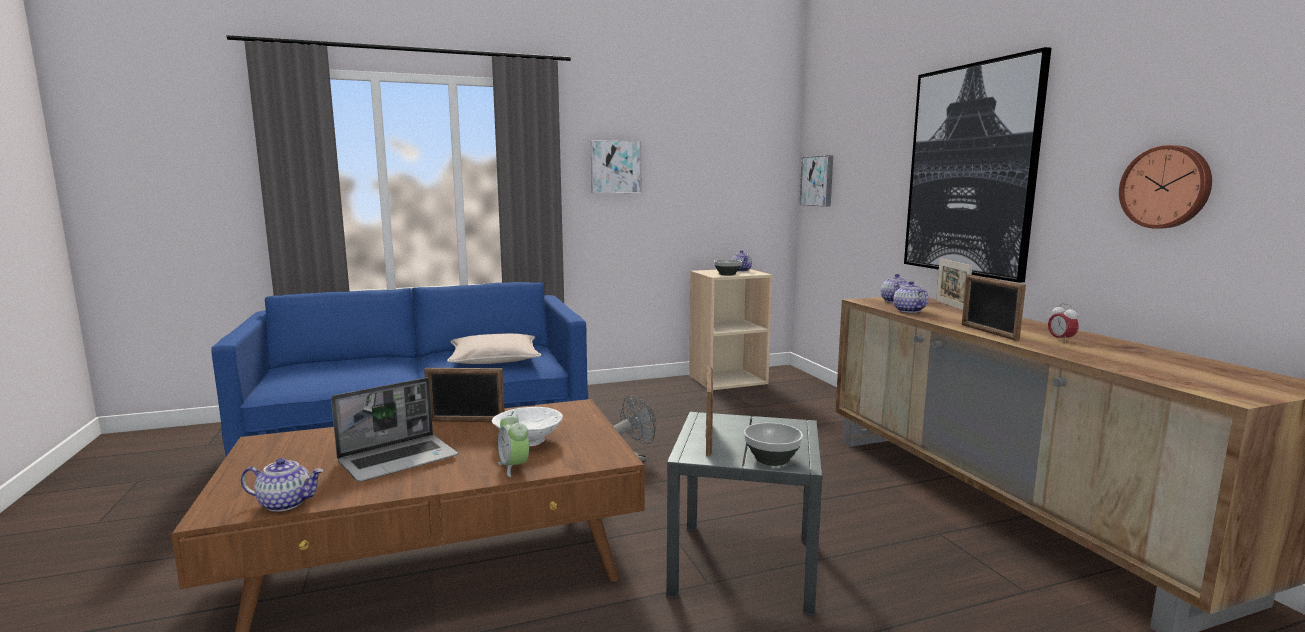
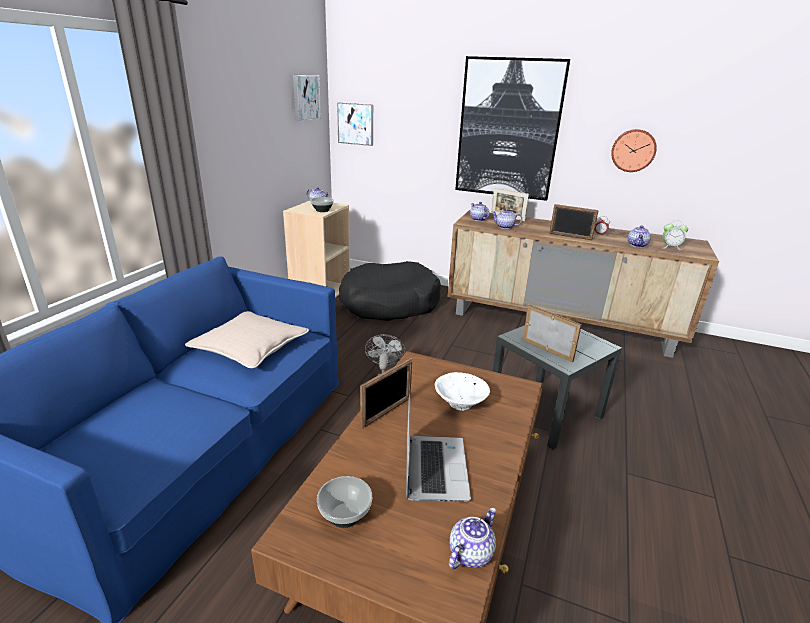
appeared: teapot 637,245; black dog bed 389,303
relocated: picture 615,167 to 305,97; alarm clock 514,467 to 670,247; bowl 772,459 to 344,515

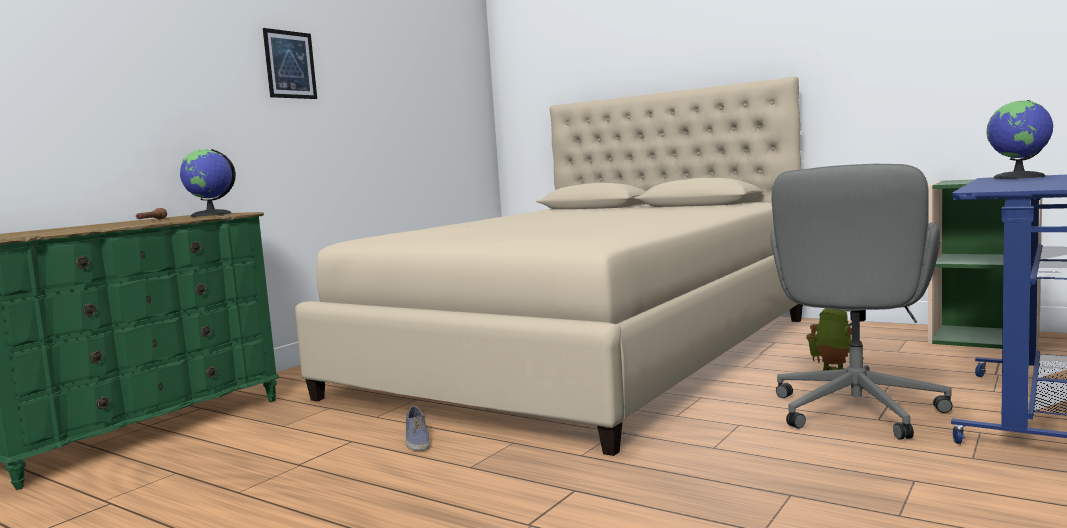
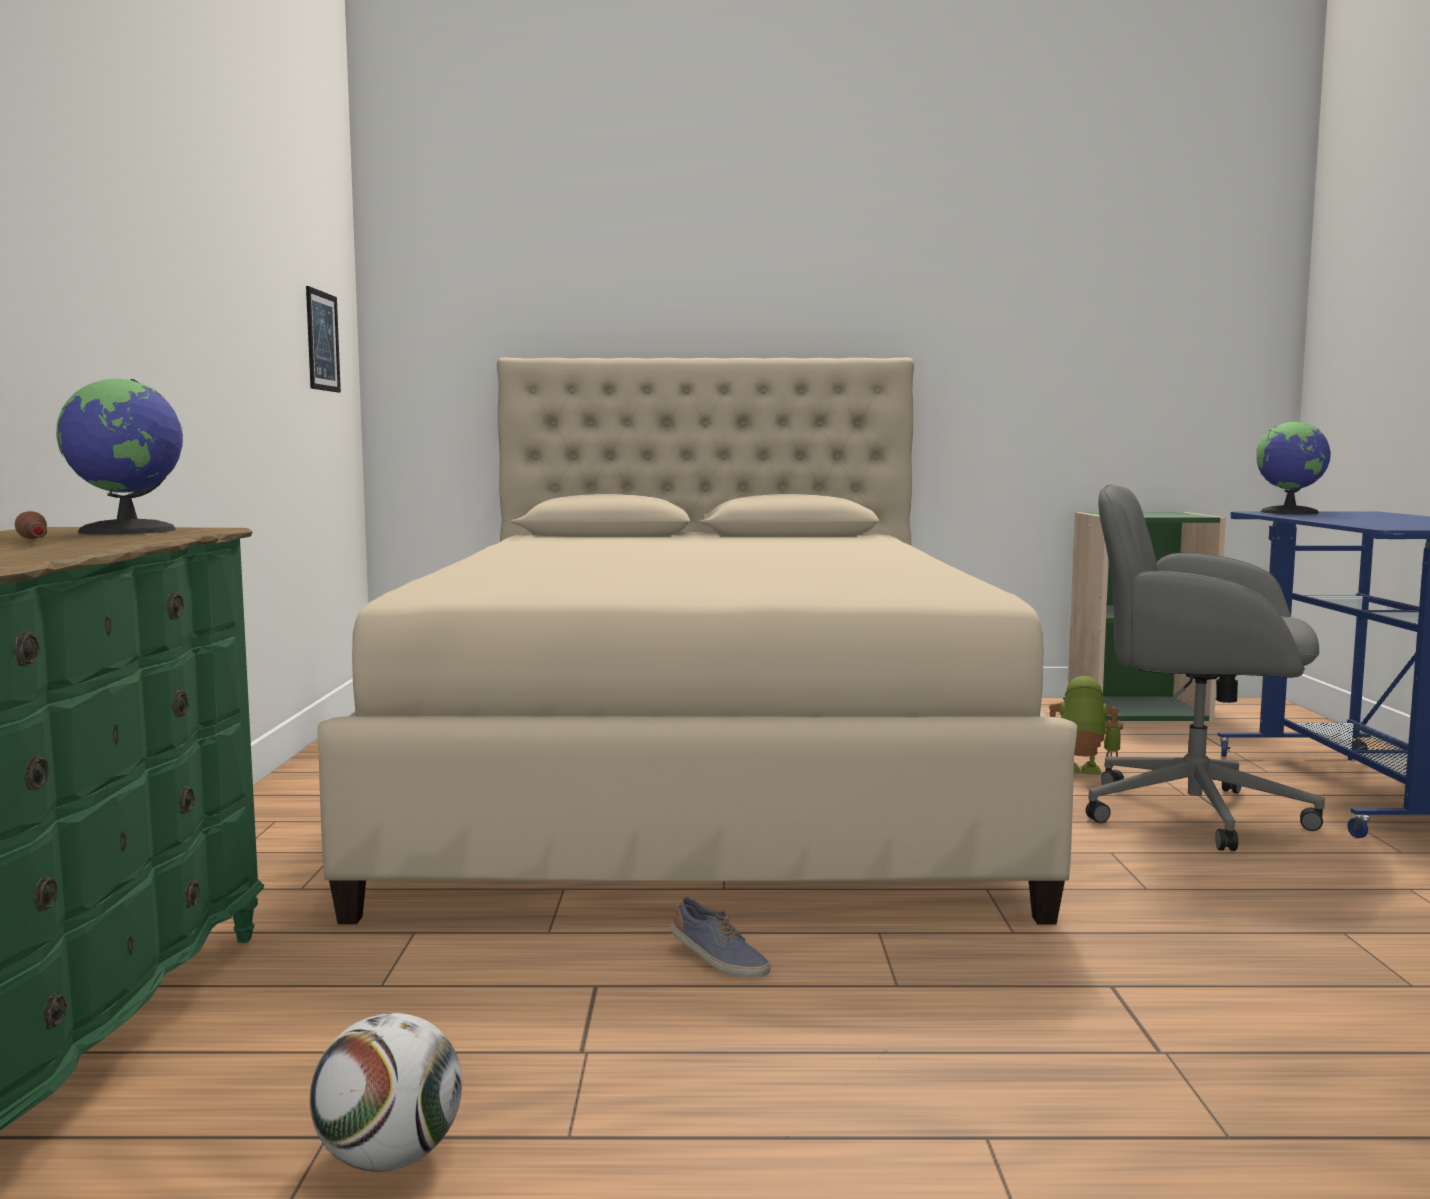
appeared: football 390,1157
relocated: picture 290,64 to 322,341
spun: grey office chair 856,411 = 1194,814 120 degrees clockwise

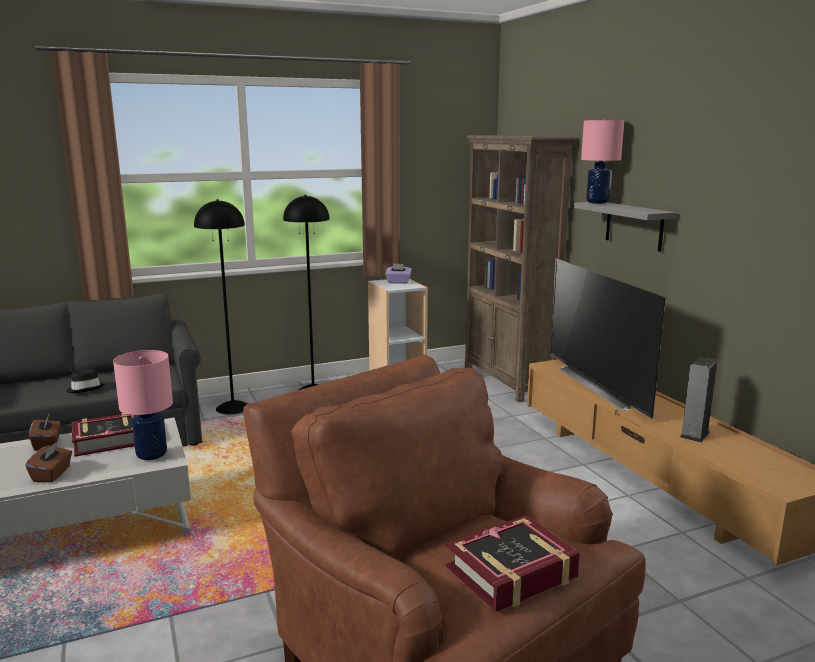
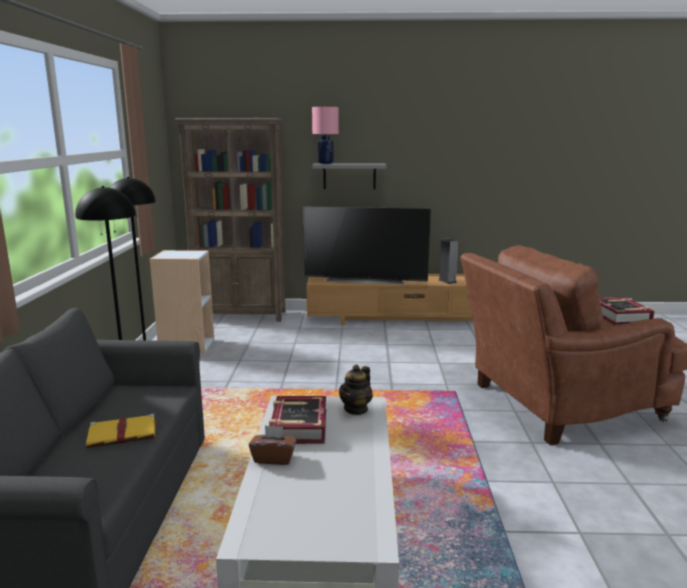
missing: purple tissue box 398,282; brown tissue box 52,474
exchanged: pink table lamp 152,456 to teapot 356,409; black hat 85,388 to yellow book 124,433

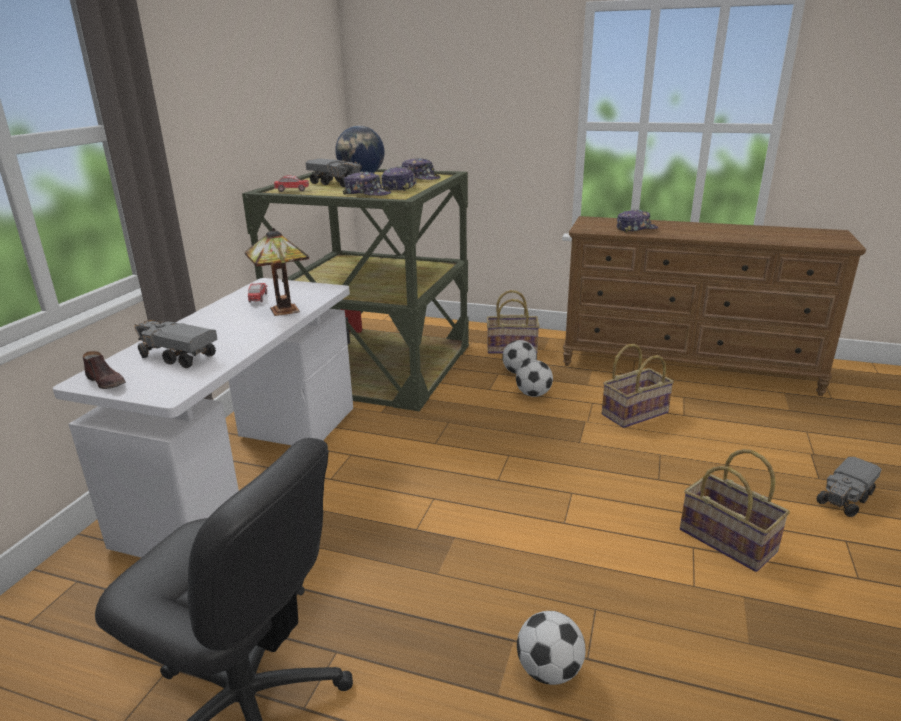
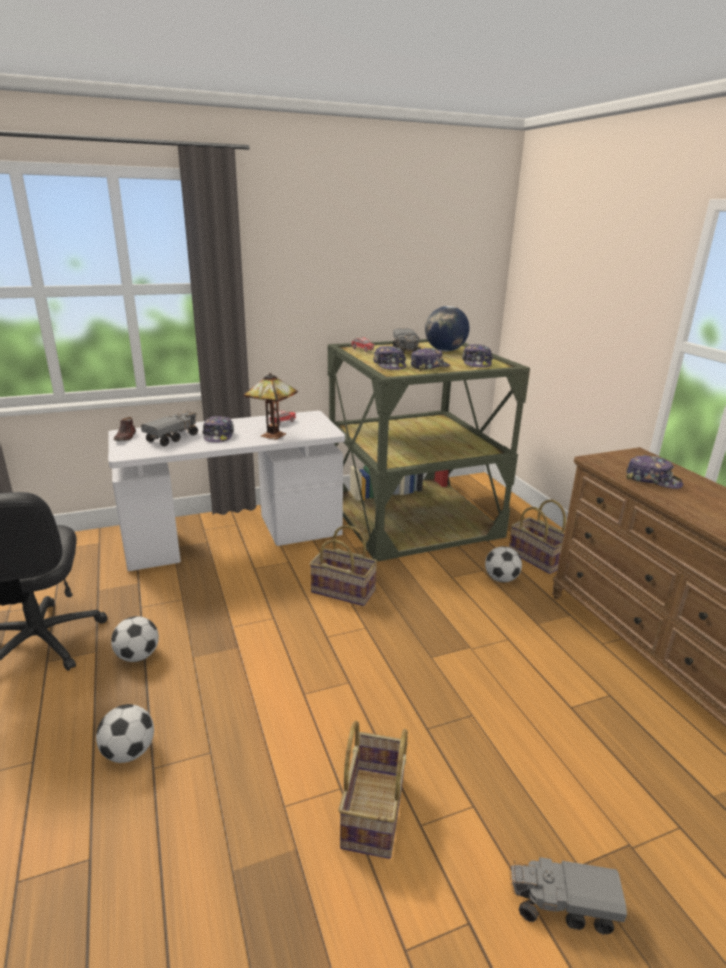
appeared: cap 219,436
relocated: basket 634,413 to 344,590; football 533,394 to 138,656
spun: toy truck 177,356 = 172,438 45 degrees clockwise

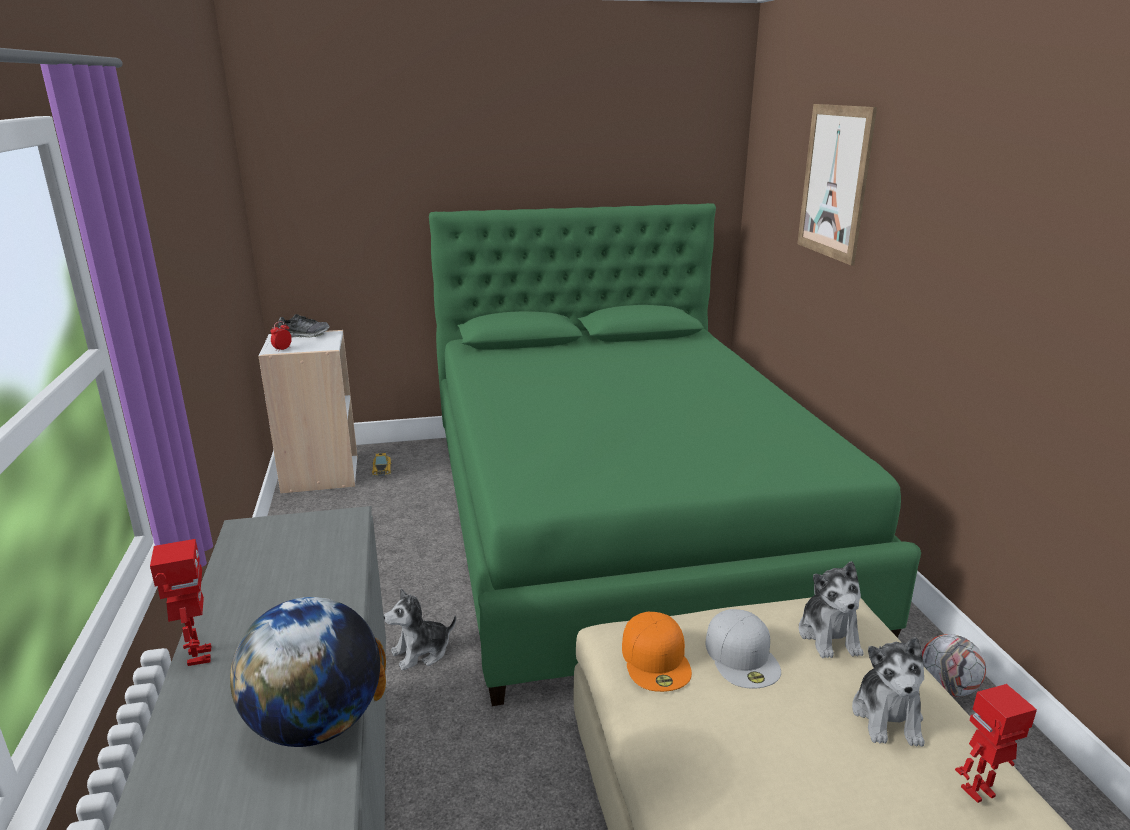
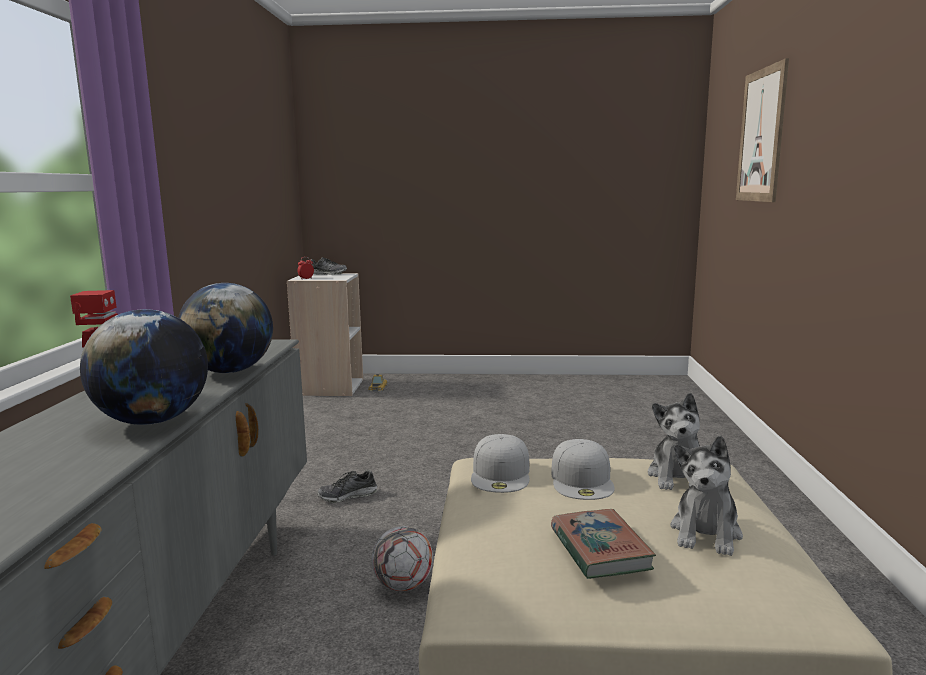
missing: green bed 622,521; toy robot 979,793
appeared: globe 230,371; book 599,549
relocated: football 947,688 to 403,585
exchanged: plush toy 421,652 to shoe 348,496
colour: orange cap 656,659 to white cap 501,474

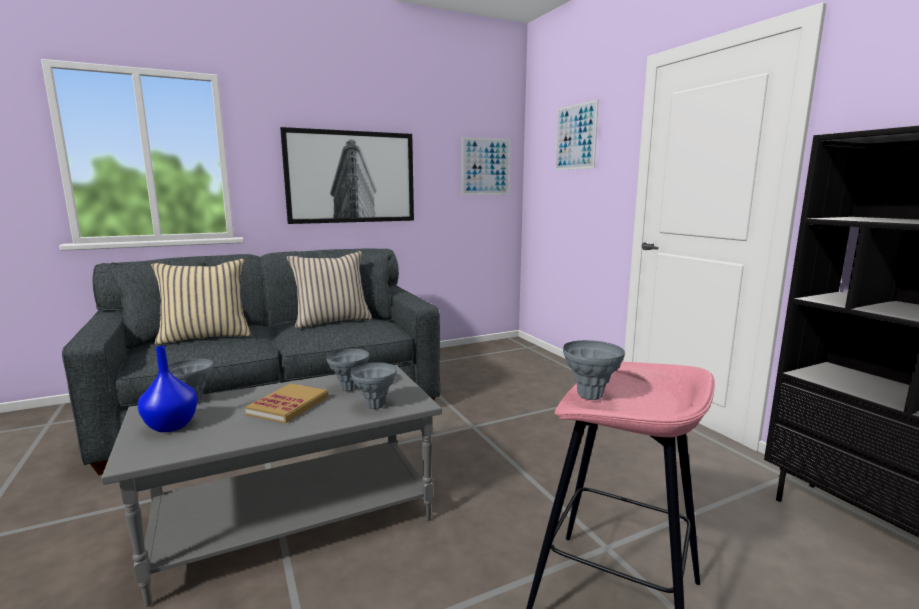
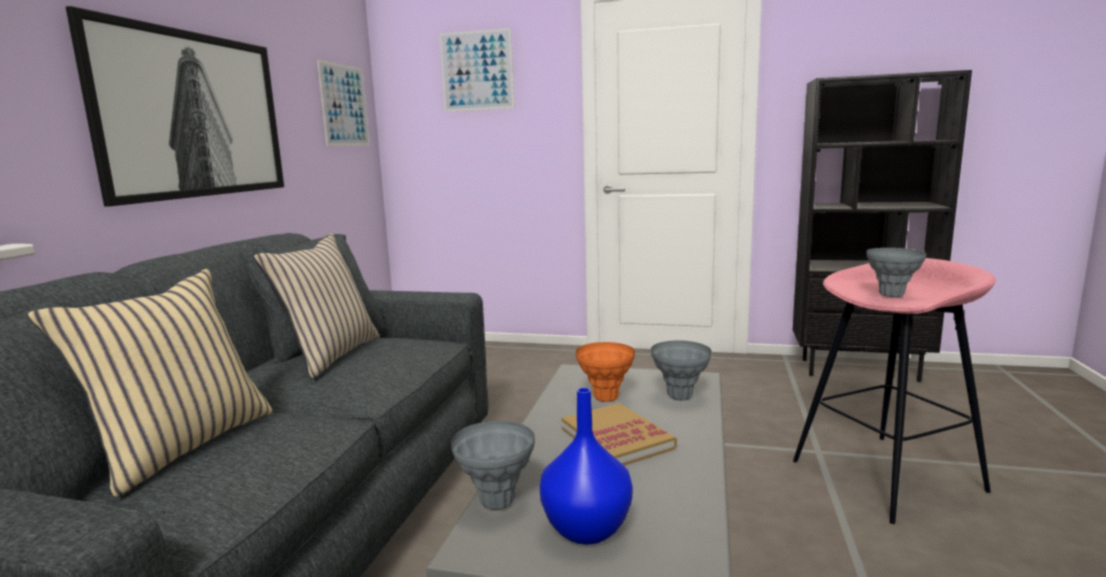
colour: grey vase 349,388 to orange vase 605,398

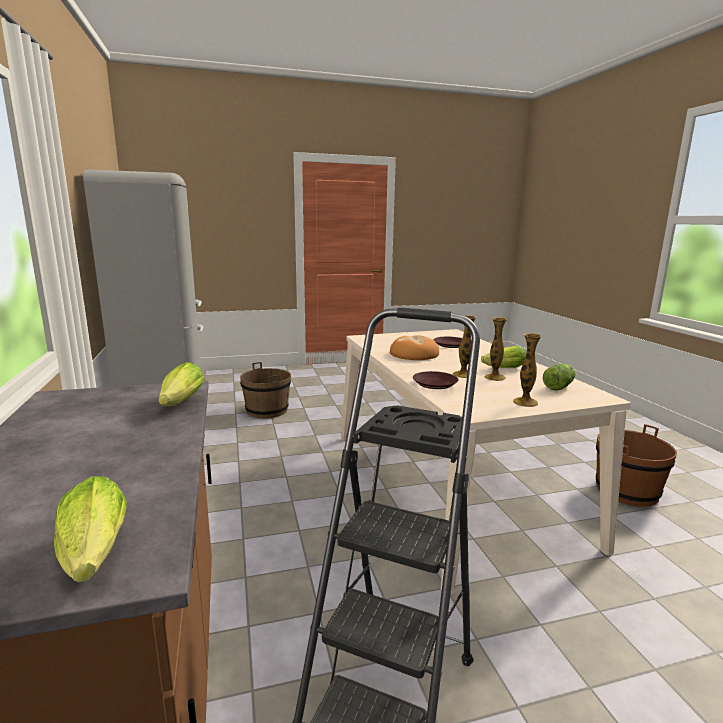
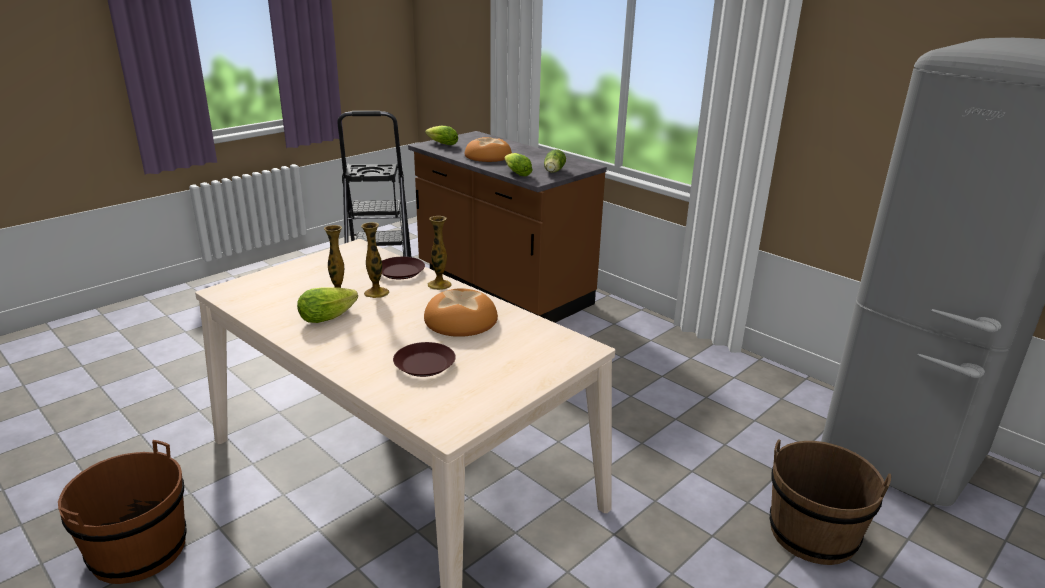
appeared: bread 487,156
relocated: vase 525,402 to 439,285; lettuce 559,386 to 553,171

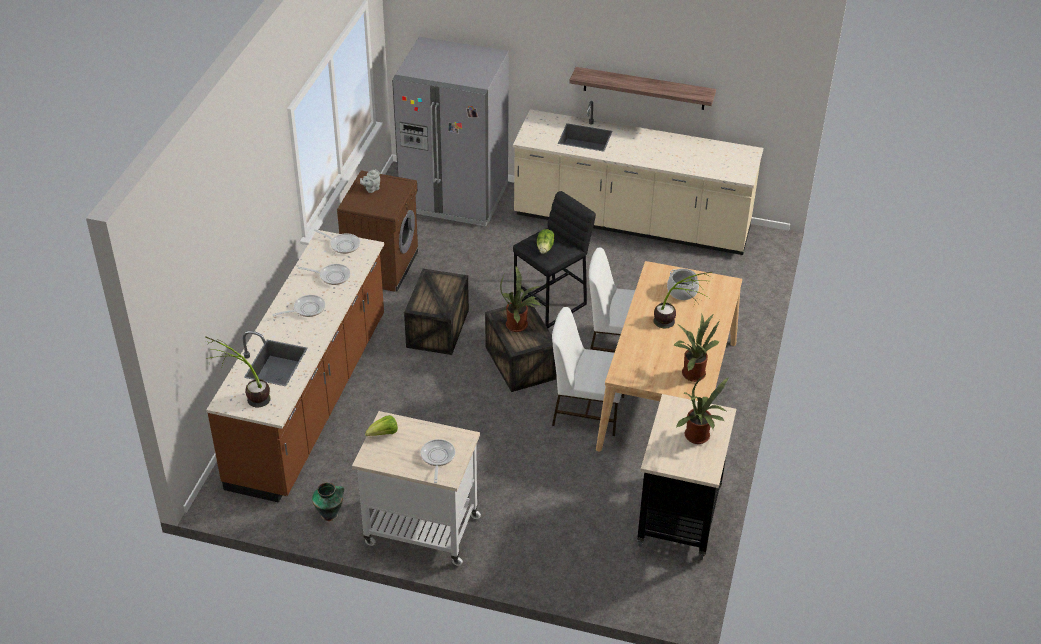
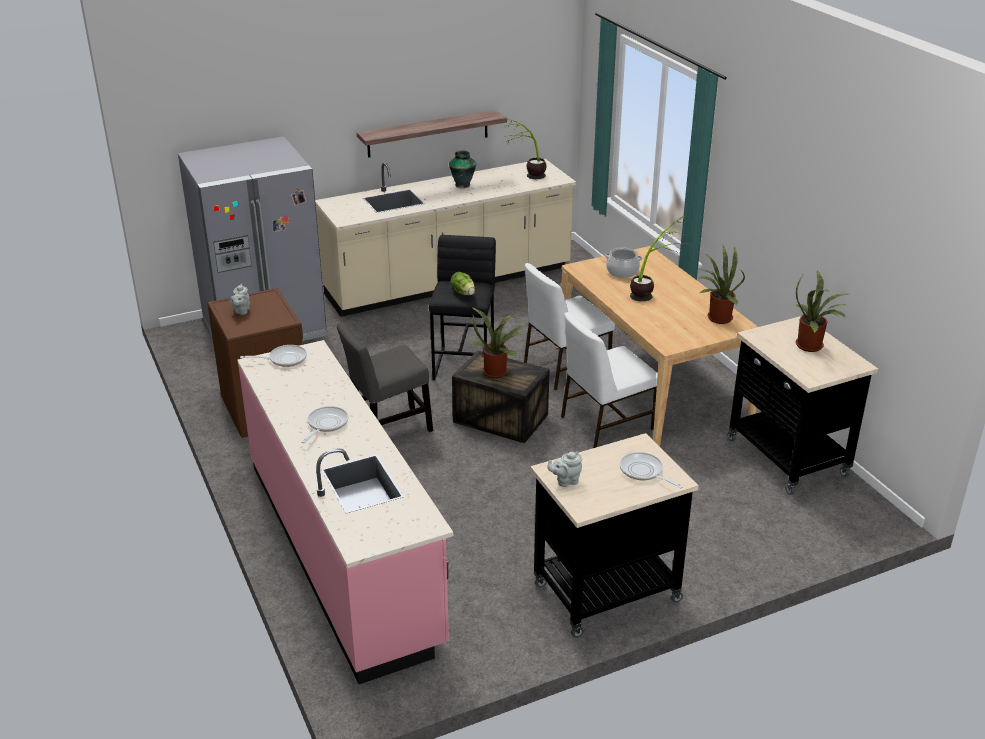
missing: frying pan 332,276
relocated: potted plant 245,397 to 526,177; vase 330,514 to 462,185
exchanged: crate 437,327 to grey chair 387,429; lettuce 383,434 to grey teapot 565,481
colour: brown counter 310,400 to pink counter 344,551; white cart 421,531 to black cart 606,594

